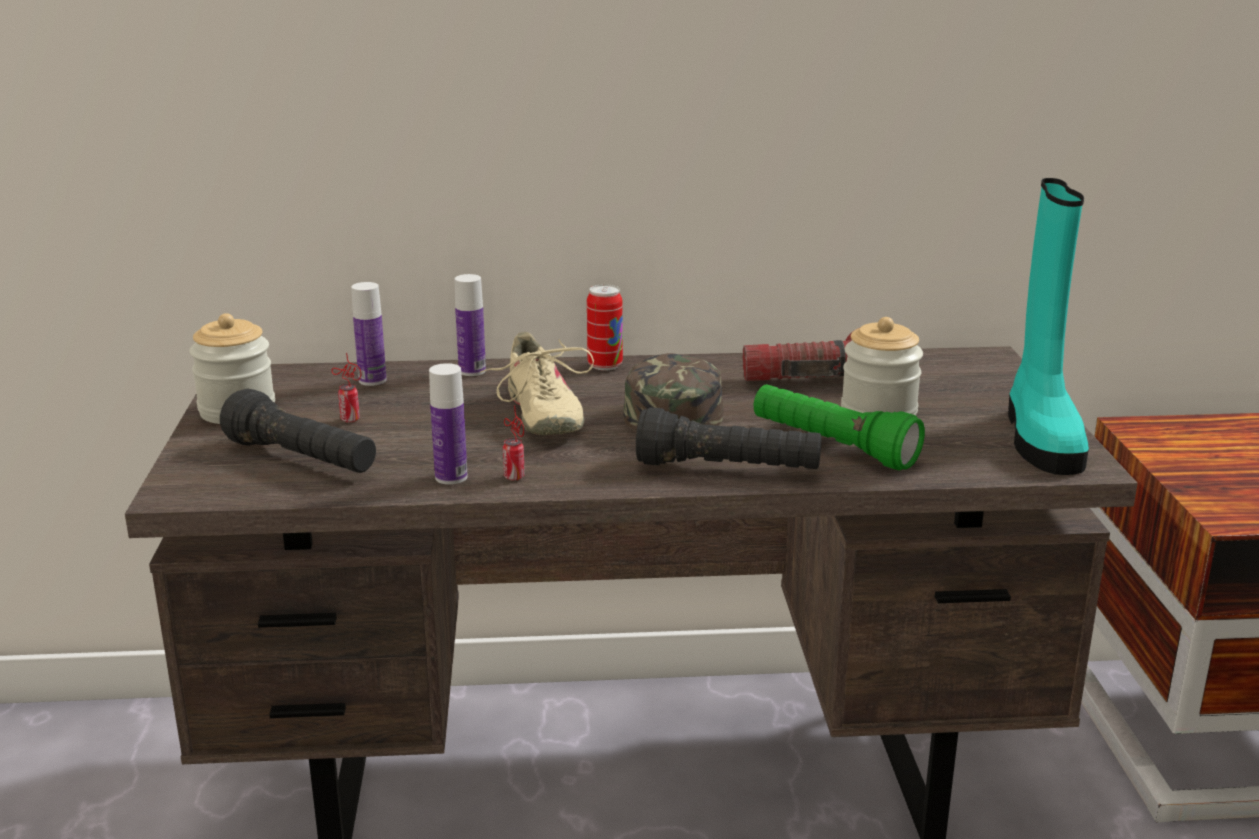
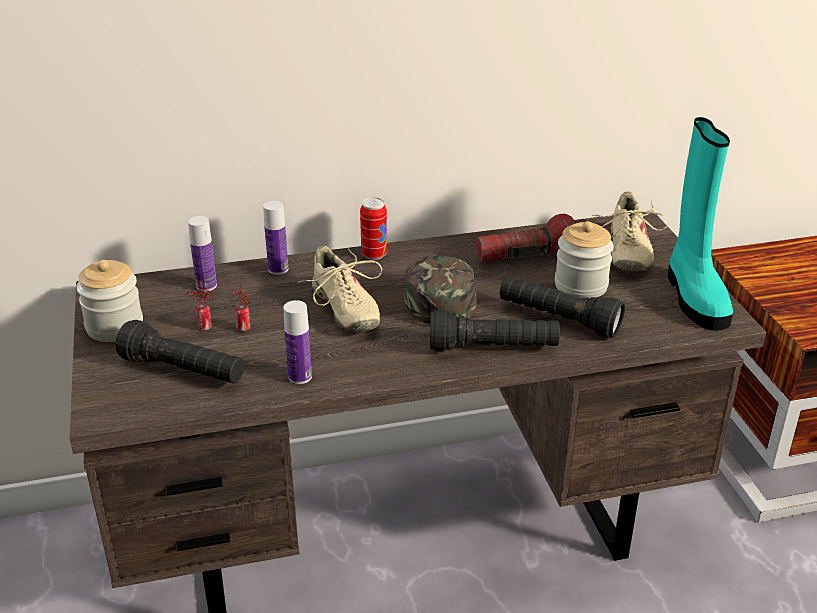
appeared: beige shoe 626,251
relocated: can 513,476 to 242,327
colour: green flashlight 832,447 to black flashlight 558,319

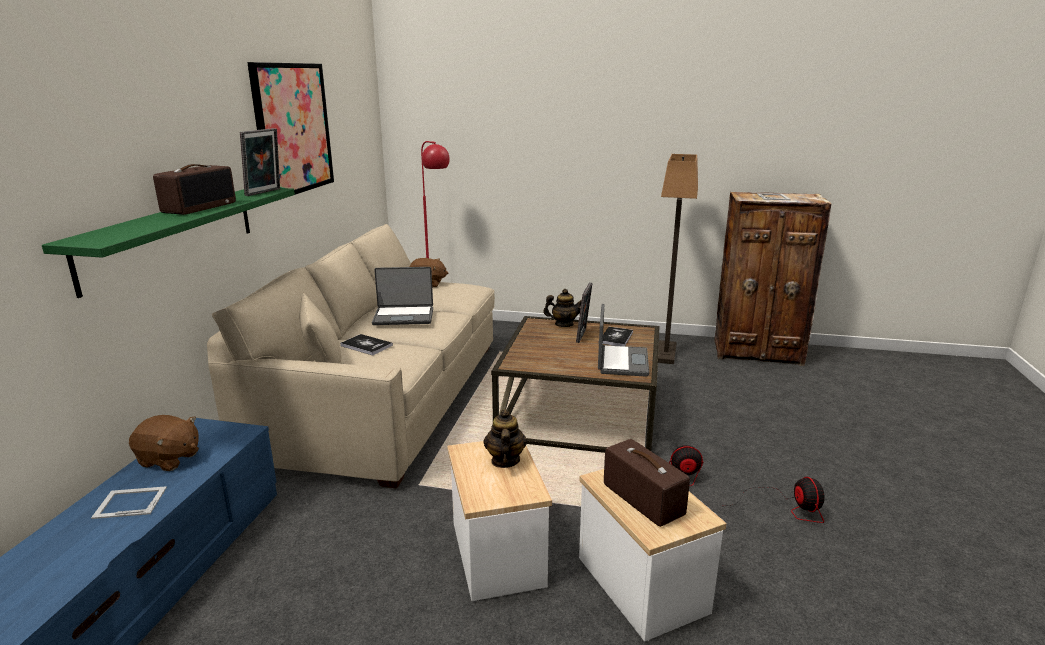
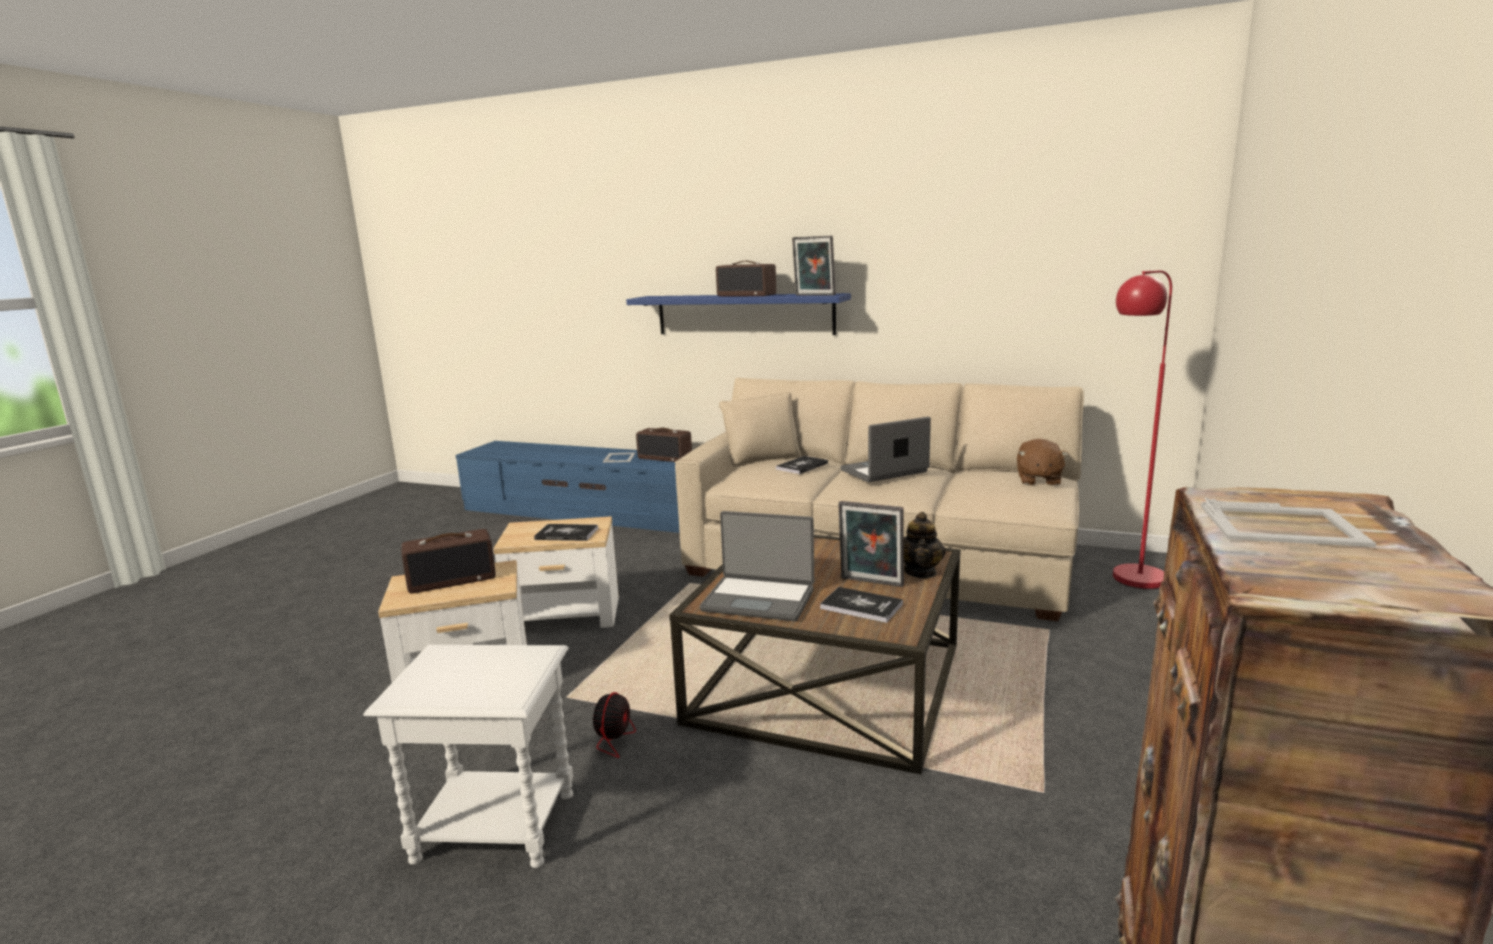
missing: picture 293,129; floor lamp 665,353
exchanged: teapot 505,460 to book 567,534; brown plush toy 169,459 to radio 665,458; fan 786,507 to white side table 494,827
colour: green shelf 172,235 to blue shelf 744,314
spun: laptop 404,316 = 885,471 60 degrees clockwise

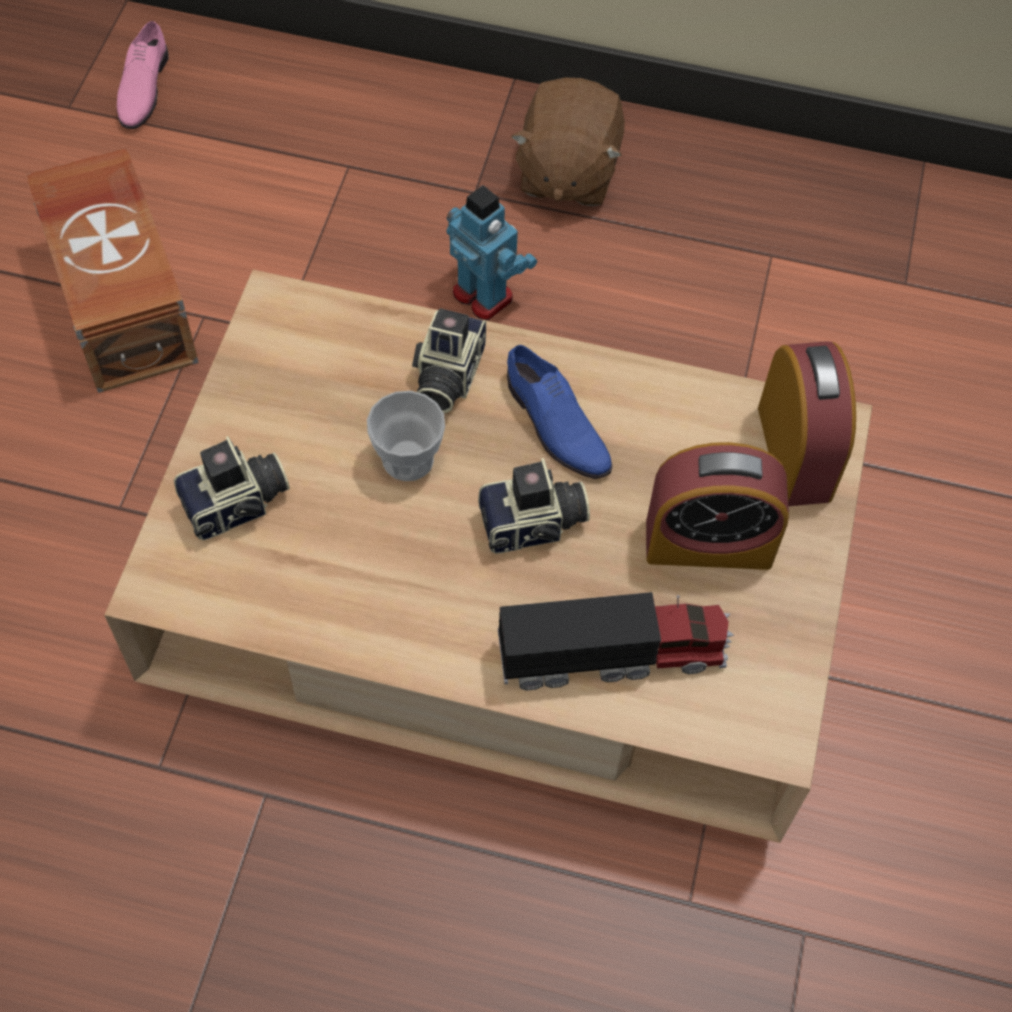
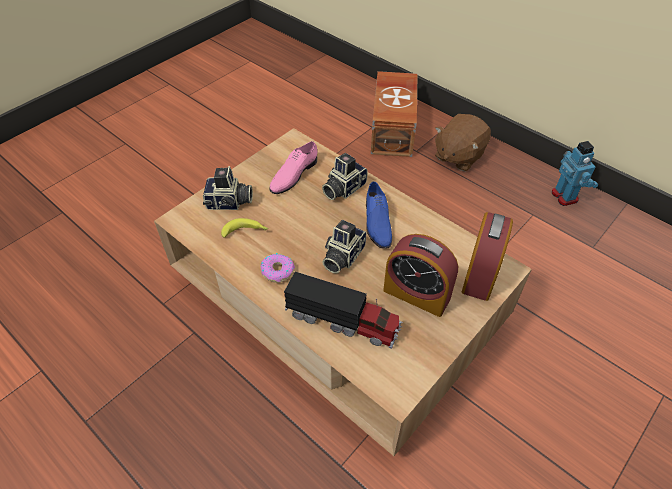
missing: cup 408,459
appeared: banana 245,232; donut 277,271
relocated: pink shoe 142,88 to 293,174; brown storage box 124,297 to 394,128; toy robot 483,295 to 565,196
spun: photo camera 533,526 = 342,256 105 degrees clockwise

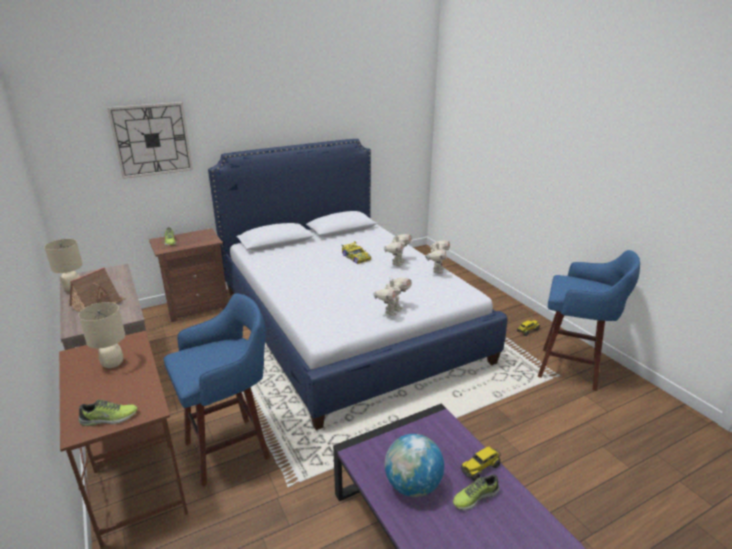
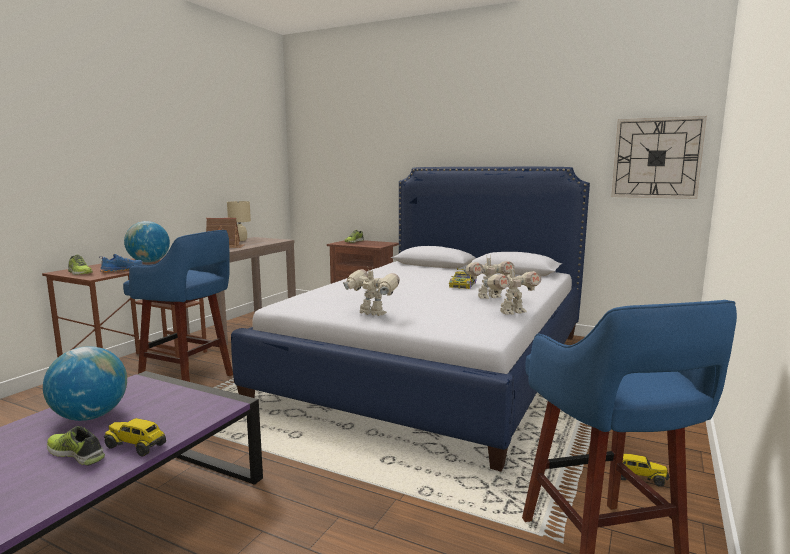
appeared: blue shoe 122,270
relocated: wall clock 152,140 to 656,158
exchanged: beige table lamp 112,364 to globe 149,262
spun: toy robot 392,311 = 371,314 150 degrees counterclockwise

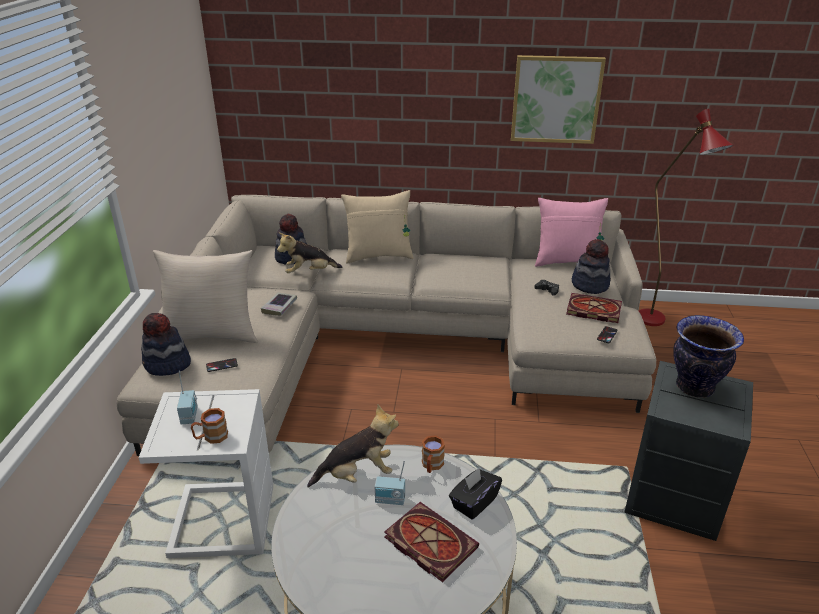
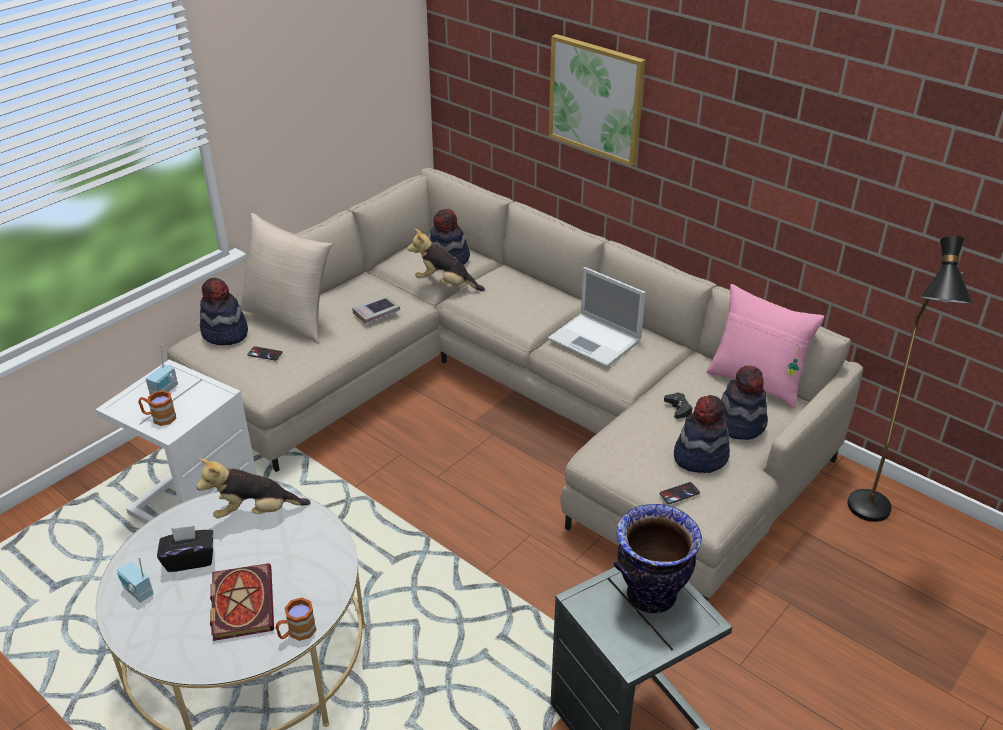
missing: beige pillow 378,257
appeared: laptop 596,341
relocated: picture 556,99 to 596,99; brown mug 431,466 to 297,632; radio 390,500 to 137,592; black tissue box 474,503 to 190,559
exchanged: book 592,310 to hat 700,456
colour: red floor lamp 657,324 to black floor lamp 870,518
spun: plush toy 357,474 = 255,512 150 degrees clockwise

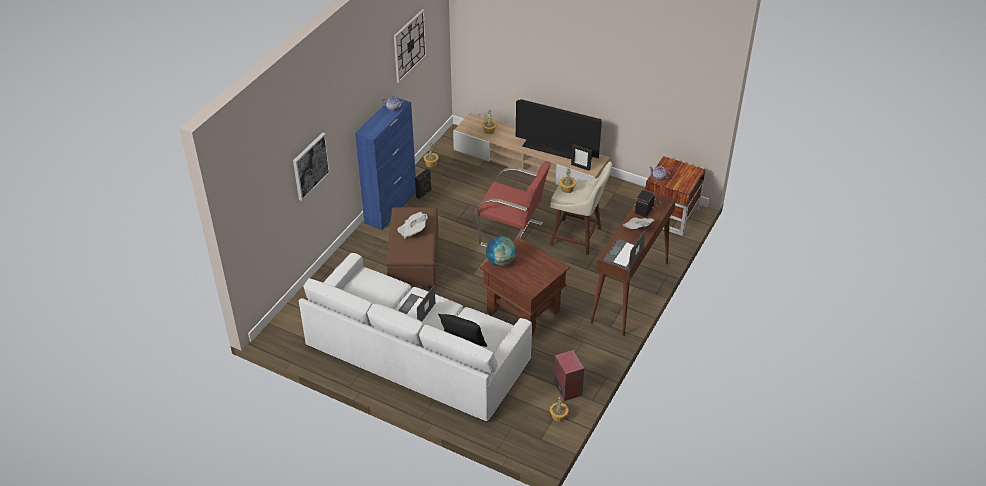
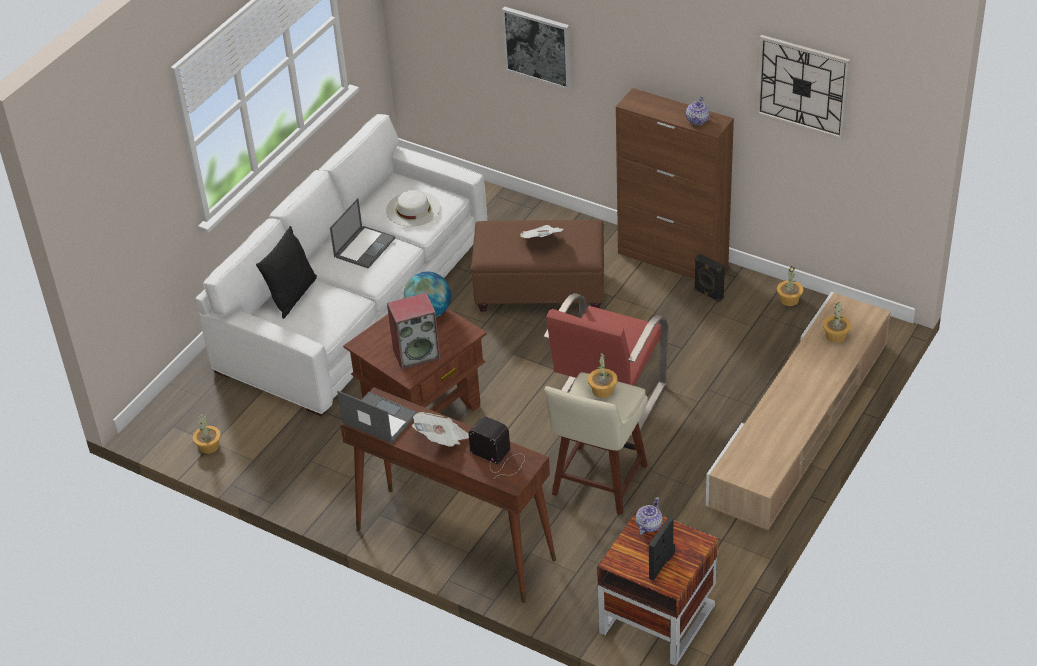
missing: television 557,151
appeared: white hat 413,209
relocated: picture frame 580,166 to 661,565; speaker 567,388 to 417,354
colour: blue cabinet 391,207 to brown cabinet 673,259
spun: laptop 414,310 = 364,247 90 degrees clockwise

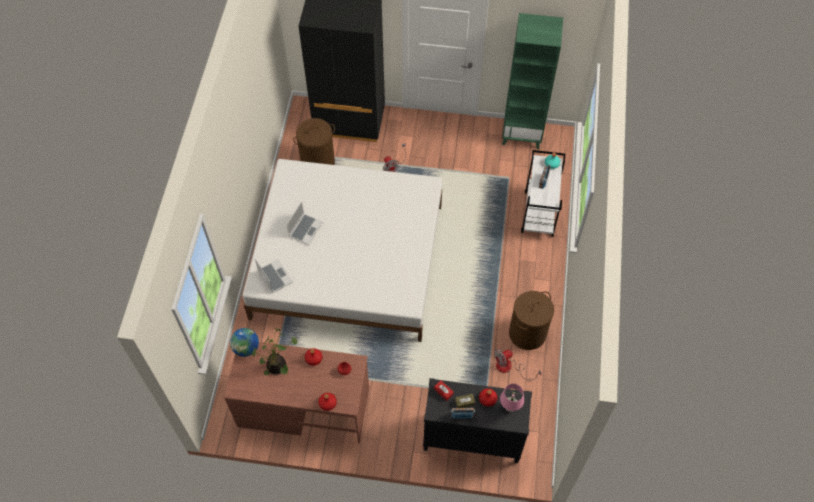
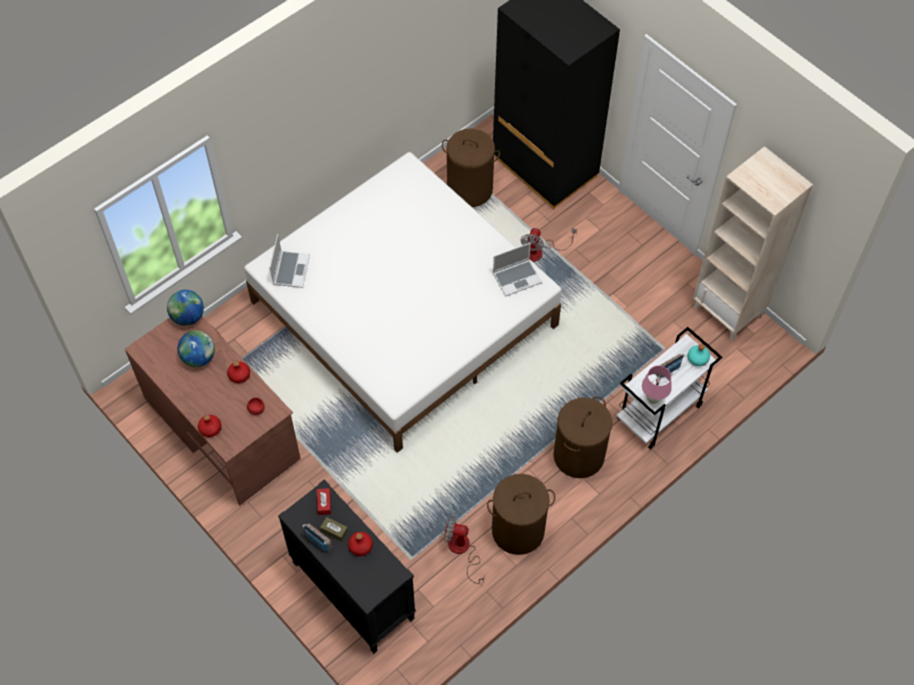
appeared: brown laundry basket 579,455
relocated: laptop 305,229 to 517,277; pink table lamp 510,407 to 653,399
exchanged: potted plant 278,367 to globe 199,357
colour: green bookcase 522,134 to beige bookcase 728,311

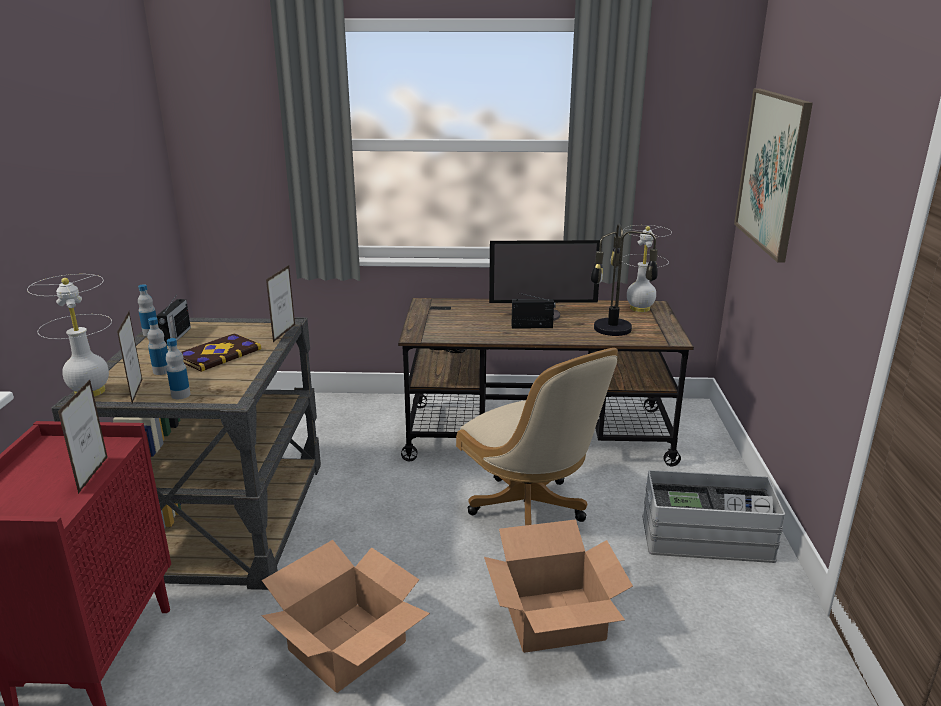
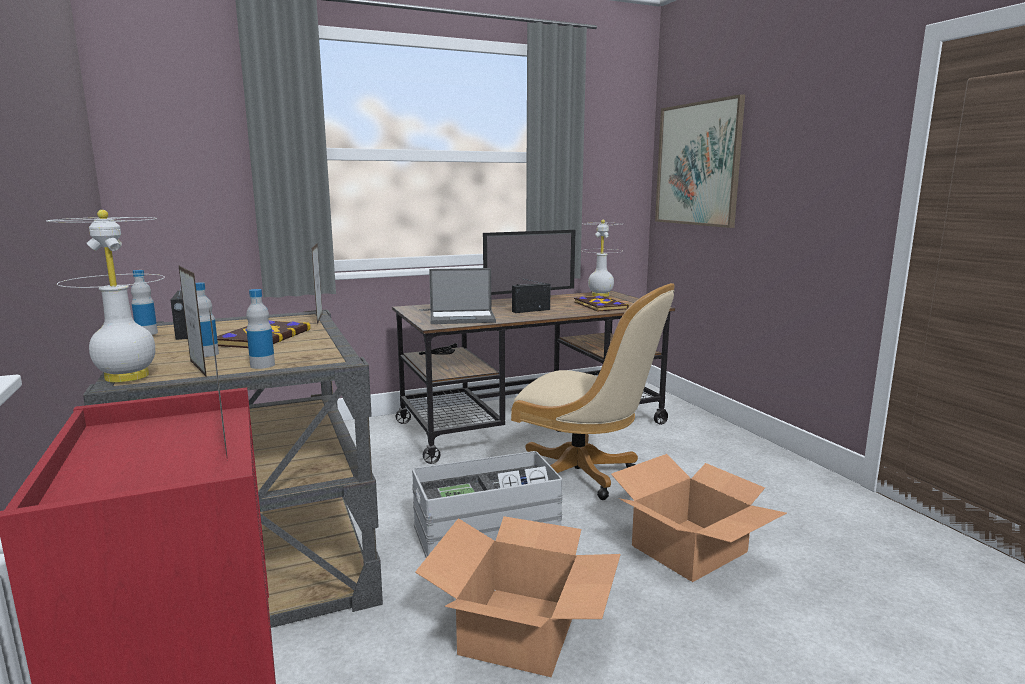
appeared: laptop 463,318
relocated: grey storage box 706,536 to 486,529
exchanged: table lamp 613,329 to book 599,305

